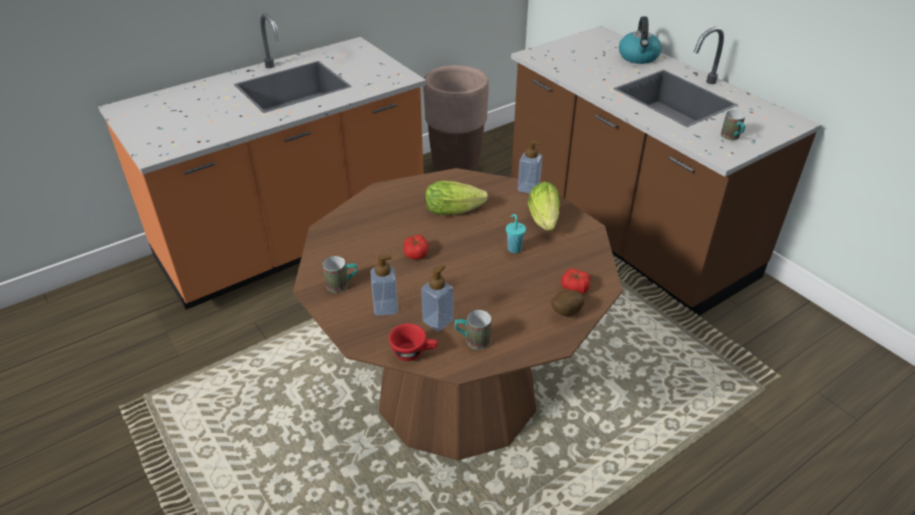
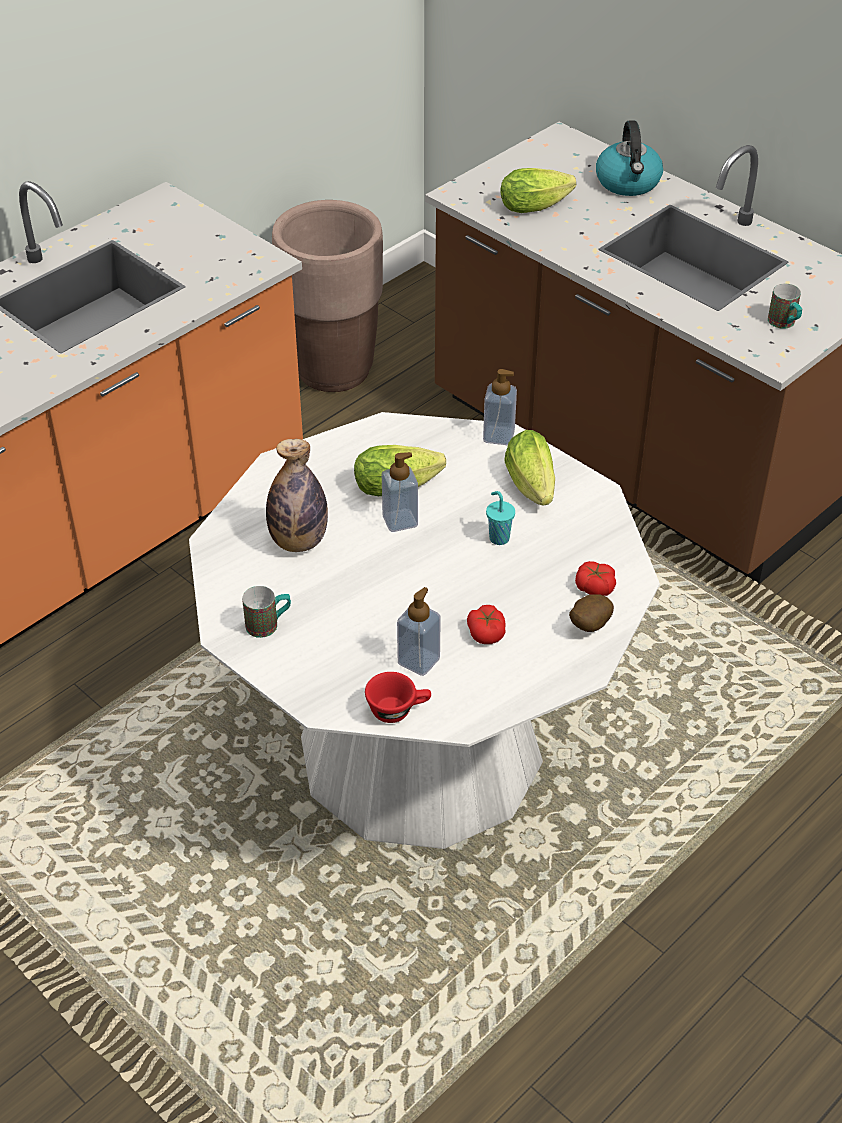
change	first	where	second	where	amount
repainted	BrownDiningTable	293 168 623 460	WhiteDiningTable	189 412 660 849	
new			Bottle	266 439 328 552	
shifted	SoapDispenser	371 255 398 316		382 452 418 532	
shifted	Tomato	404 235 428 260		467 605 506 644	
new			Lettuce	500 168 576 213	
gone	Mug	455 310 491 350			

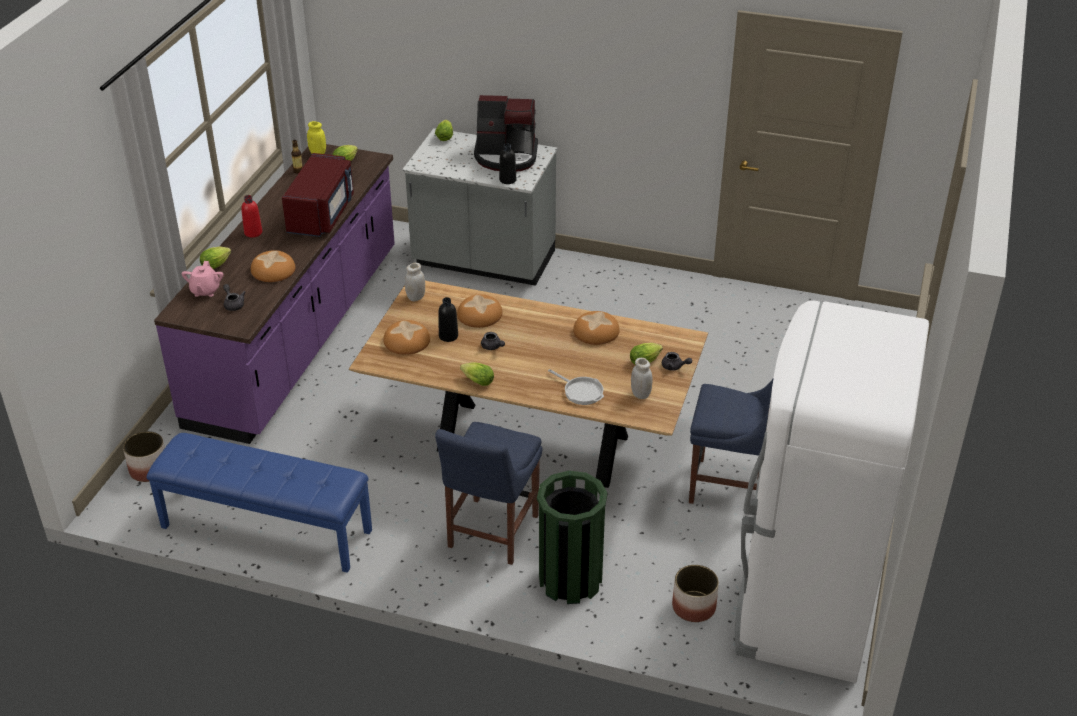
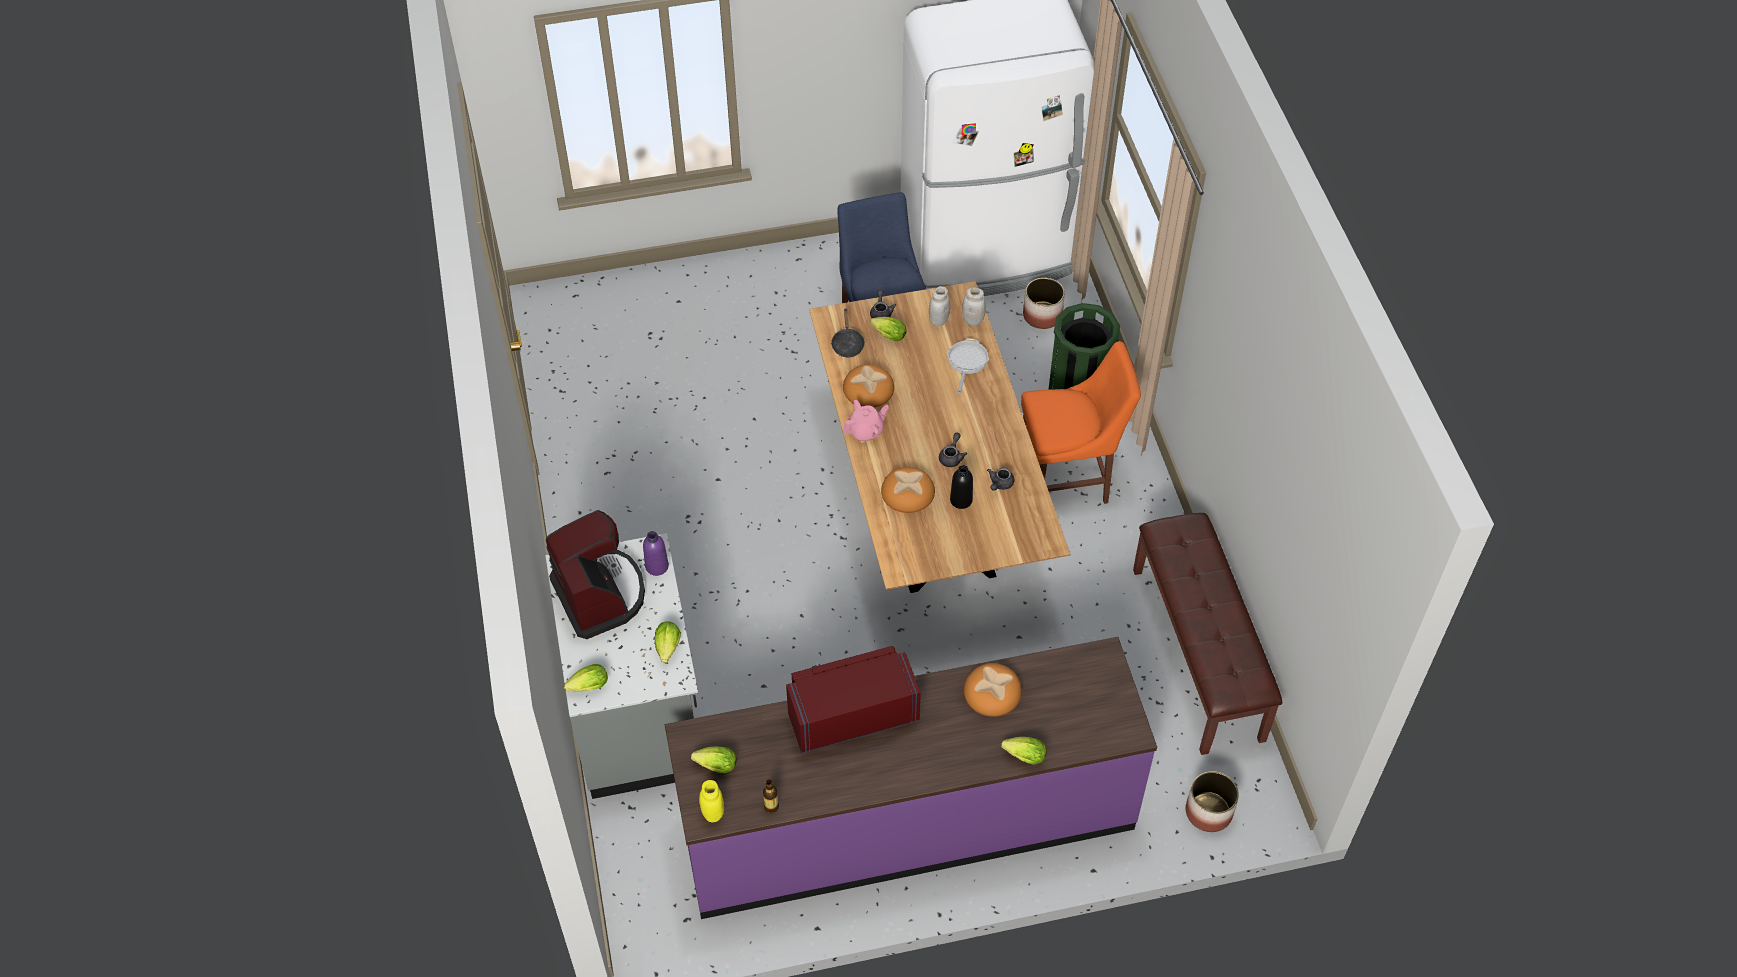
change	first	where	second	where	amount
repainted	BlackBottle	499 144 516 184	PurpleBottle	643 531 669 576	
shifted	Lettuce	460 363 494 386		655 621 681 663	
new			BlackFryingPan	831 309 865 357	
shifted	PinkTeapot	182 261 223 297		843 400 889 443	
shifted	WhiteJar	405 263 425 302		962 287 986 326	
shifted	GreyTeapot	223 284 245 311		987 468 1014 491	
repainted	BlueChair	435 422 543 565	OrangeChair	1021 341 1141 504	
repainted	BlueBench	146 433 372 573	BrownBench	1133 513 1282 755	
gone	RedBottle	241 195 262 237			
gone	Bread	383 320 430 355			

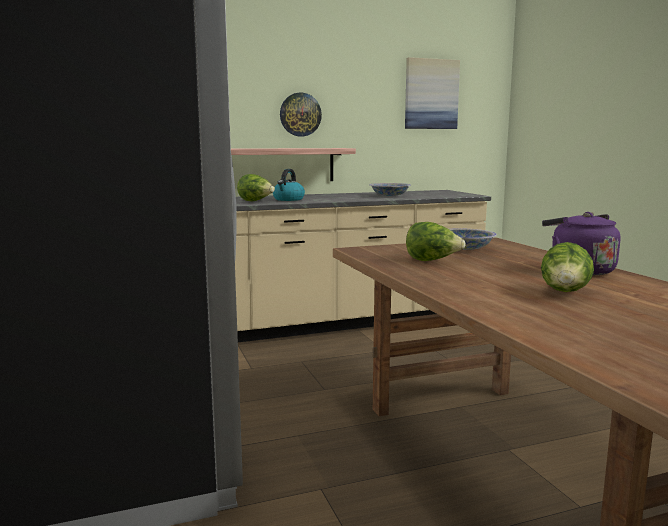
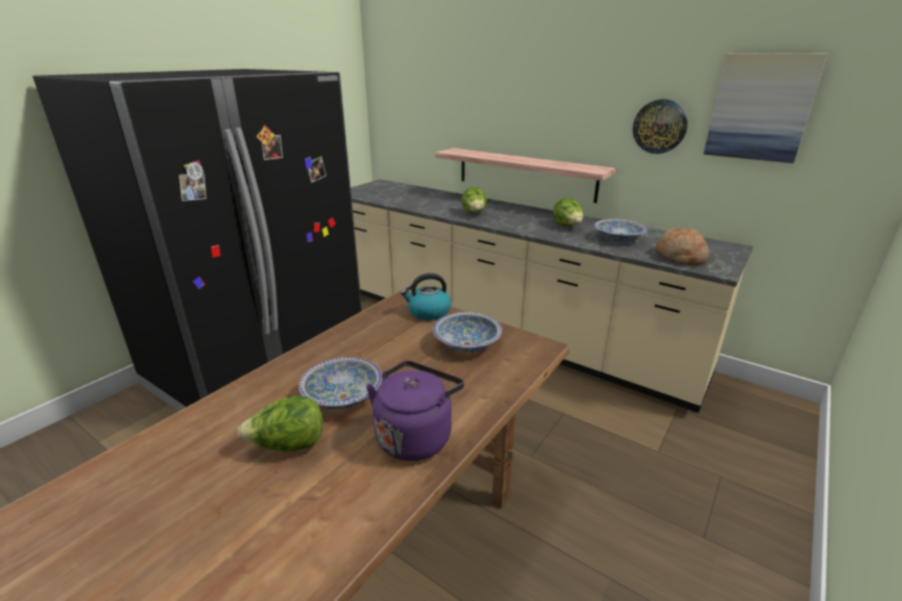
change	first	where	second	where	amount
new			Bowl	299 357 382 409	
shifted	Kettle	273 169 305 201		400 273 451 320	
shifted	Lettuce	406 222 466 261		553 198 583 226	
shifted	WallClock	280 93 322 136		633 99 688 154	
new			Bread	656 228 709 265	

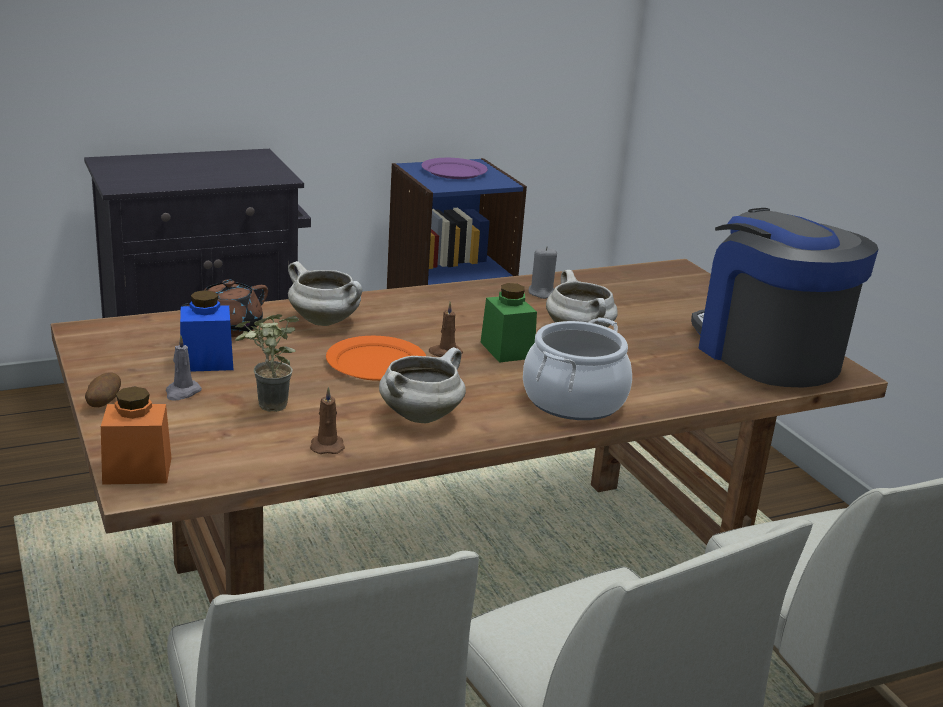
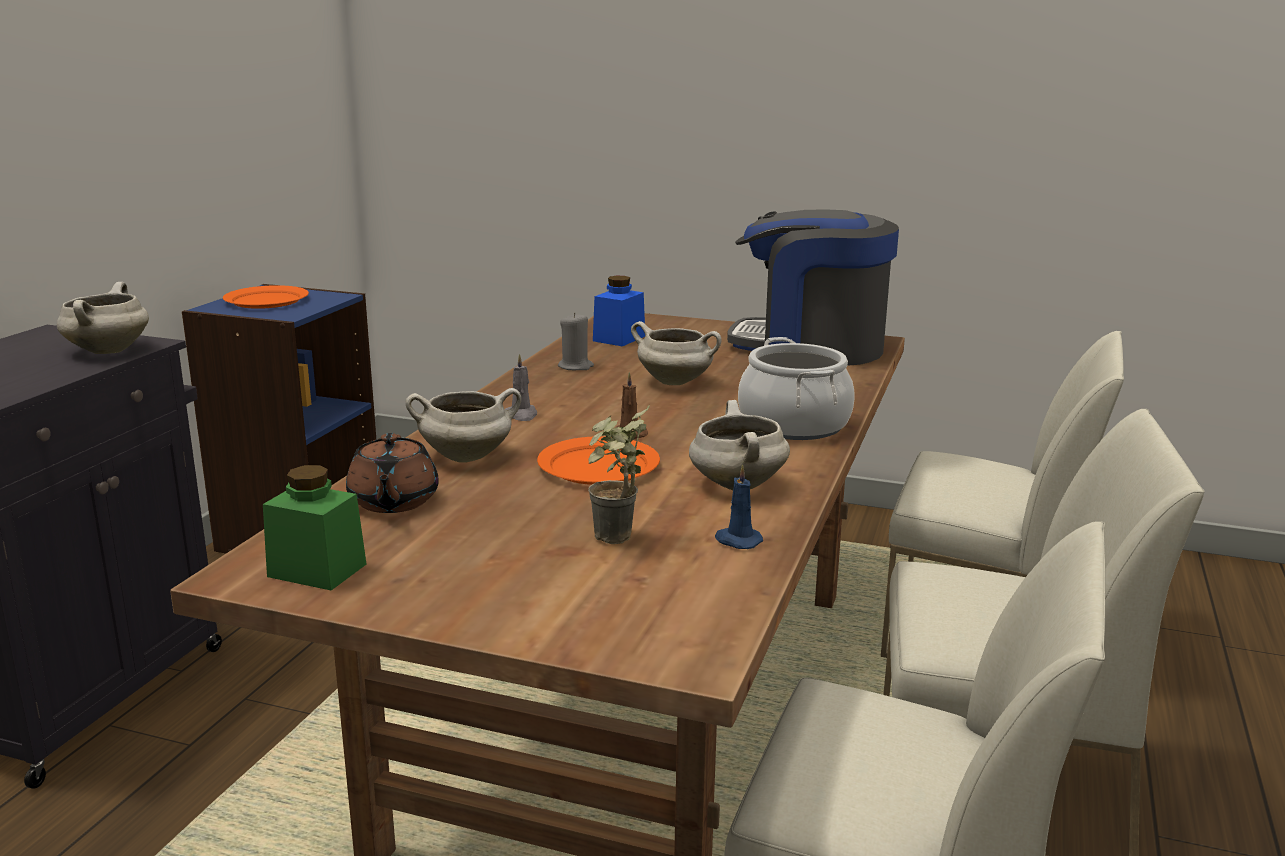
change	first	where	second	where	amount
new			WhiteCookingPot	57 282 149 354	
repainted	PurplePlate	421 158 488 179	OrangePlate	223 285 309 309	
shifted	GreenJar	480 283 537 363		263 465 366 590	
shifted	GreyCandle	166 335 202 401		504 354 537 421	
shifted	BlueJar	180 290 233 372		593 276 645 346	
repainted	BrownCandle	310 386 345 454	BlueCandle	715 464 763 549	
gone	Potato	85 372 121 407			
gone	OrangeJar	101 386 171 485			

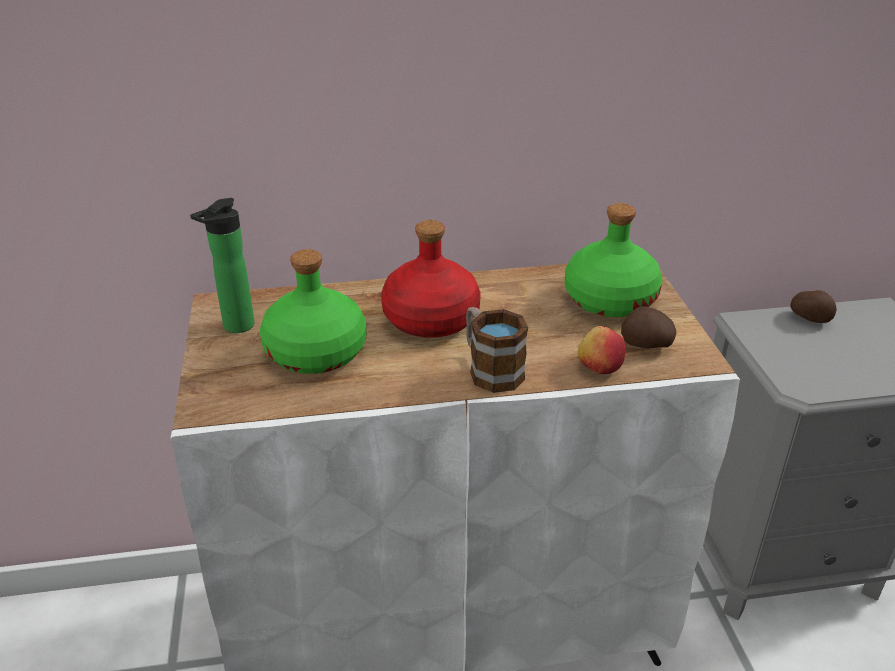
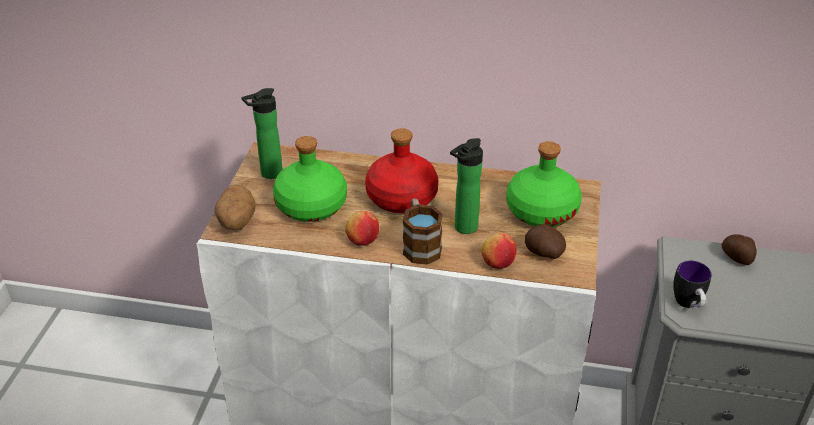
change	first	where	second	where	amount
new			Potato	215 184 256 230	
new			Apple	345 210 379 246	
new			Bottle	450 138 483 234	
new			Mug	673 261 712 308	

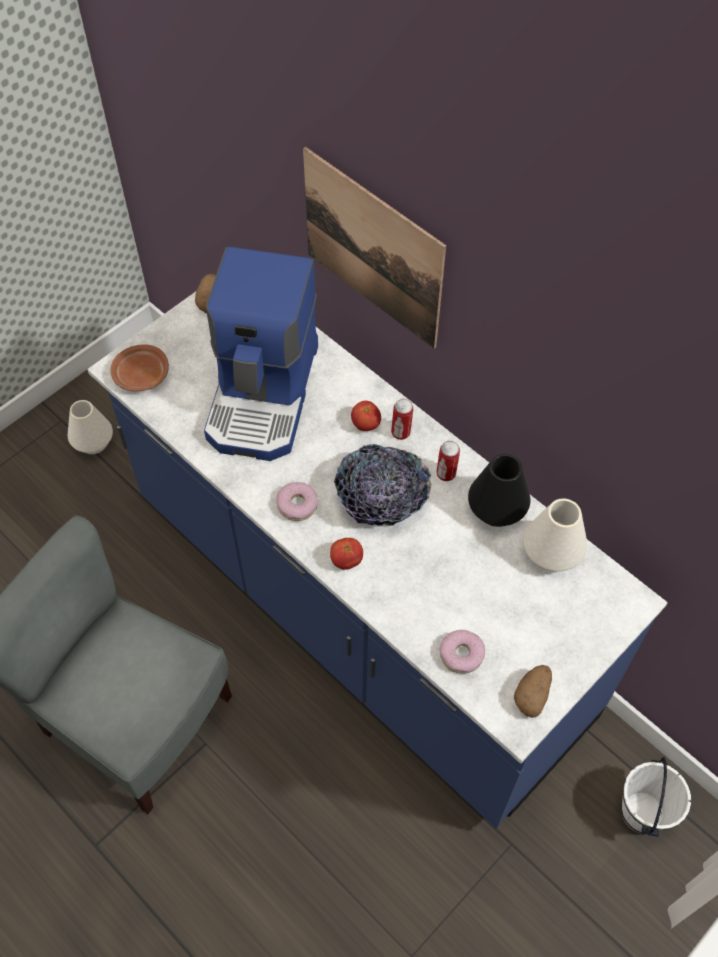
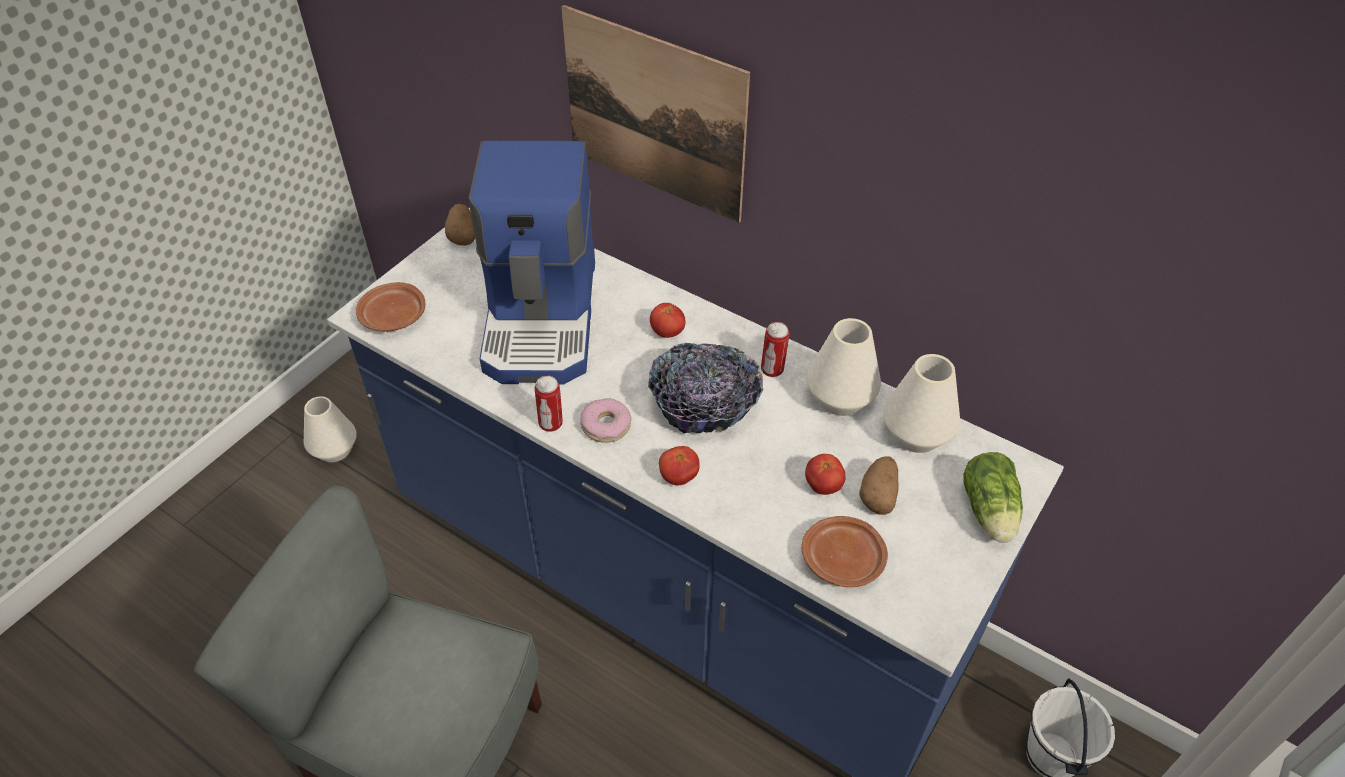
change	first	where	second	where	amount
shifted	Can	391 399 413 440		534 376 563 432	
swapped	Donut	439 630 485 673	BrownPlate	802 516 888 587	
new			Tomato	805 454 845 495	
repainted	BlackVase	468 454 530 527	WhiteVase	807 318 881 416	
shifted	Potato	514 665 552 718		859 456 898 515	
new			Lettuce	963 452 1023 543	

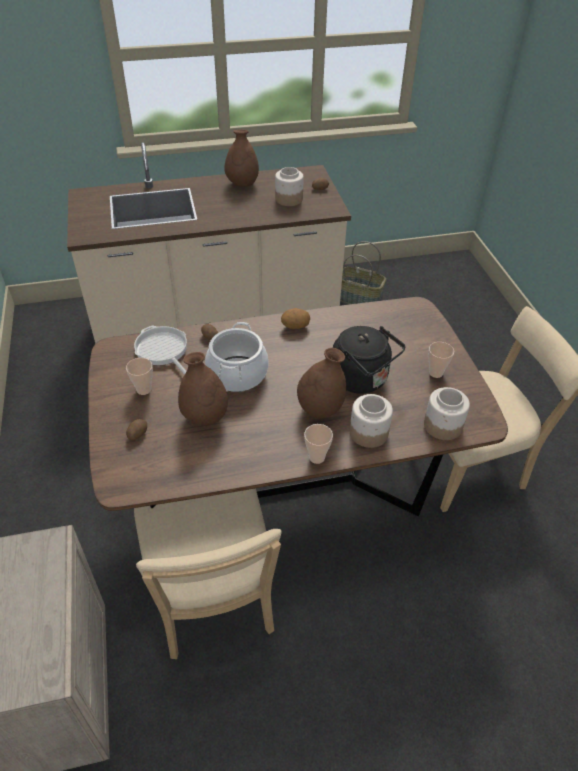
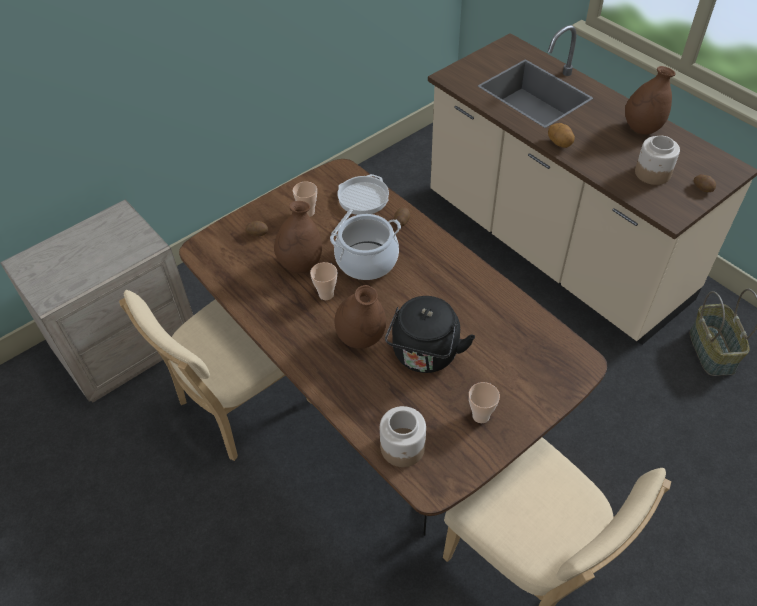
change	first	where	second	where	amount
shifted	Cup	304 424 333 464		310 262 337 300	
shifted	Potato	281 308 310 329		548 123 575 148	
gone	Jar	350 394 393 448			

